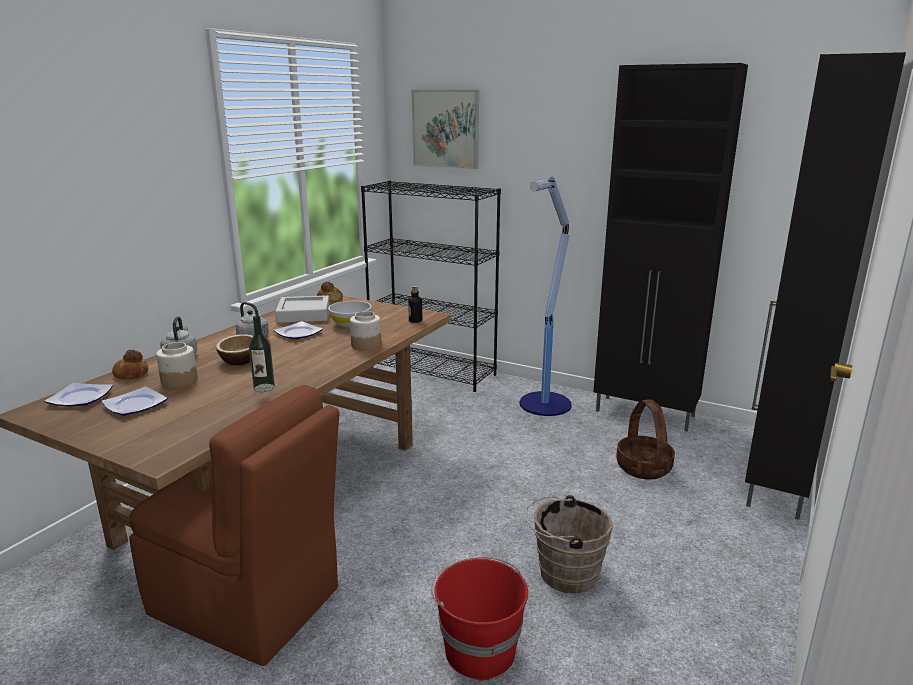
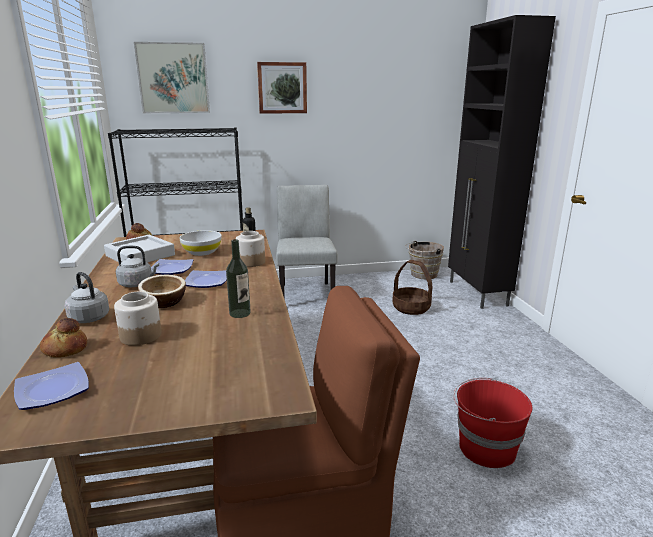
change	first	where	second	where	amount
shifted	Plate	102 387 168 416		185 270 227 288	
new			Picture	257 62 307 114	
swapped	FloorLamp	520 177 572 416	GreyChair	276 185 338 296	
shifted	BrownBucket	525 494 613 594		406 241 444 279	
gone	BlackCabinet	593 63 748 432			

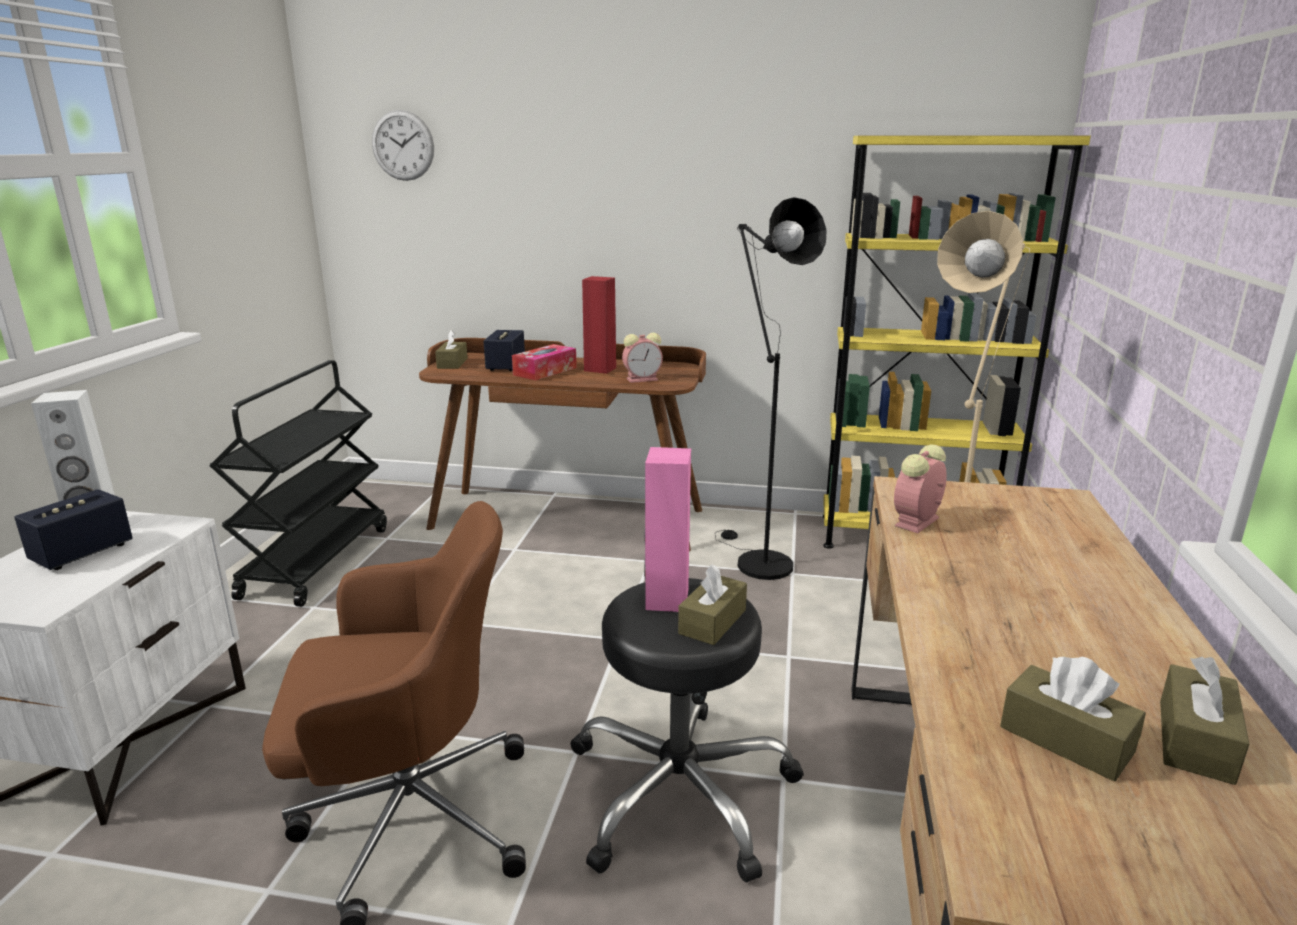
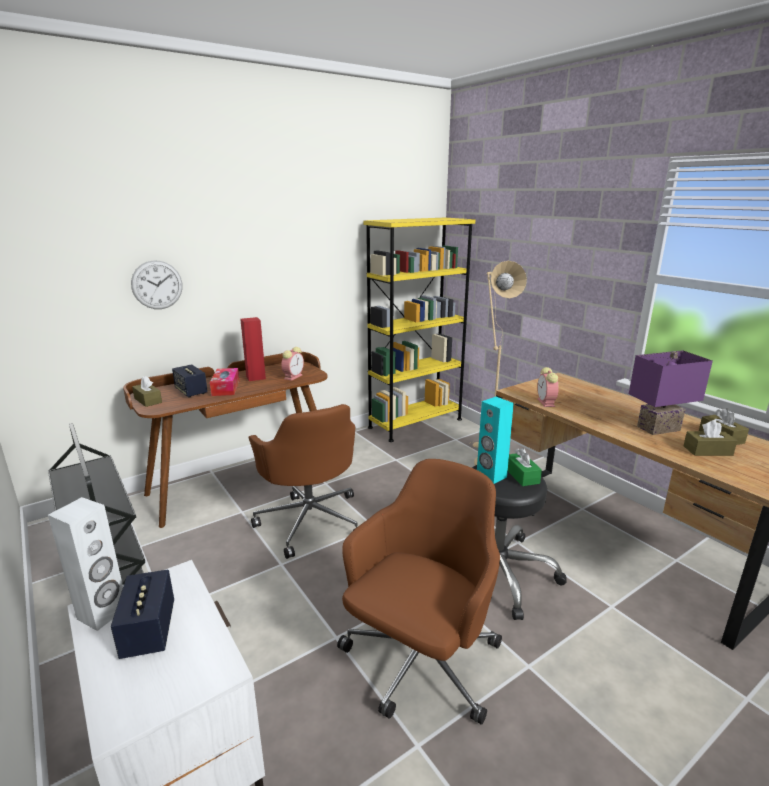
change	first	where	second	where	amount
shifted	WallClock	372 110 434 181		131 260 182 309	
new			BrownOfficeChair	248 404 358 559	
repainted	PinkSpeaker	644 447 691 612	TurquoiseSpeaker	477 397 514 484	
repainted	BrownTissueBox	678 564 747 645	GreenTissueBox	508 448 542 486	
new			PurpleTableLamp	629 350 713 435	
gone	BlackFloorLamp	715 197 826 580			

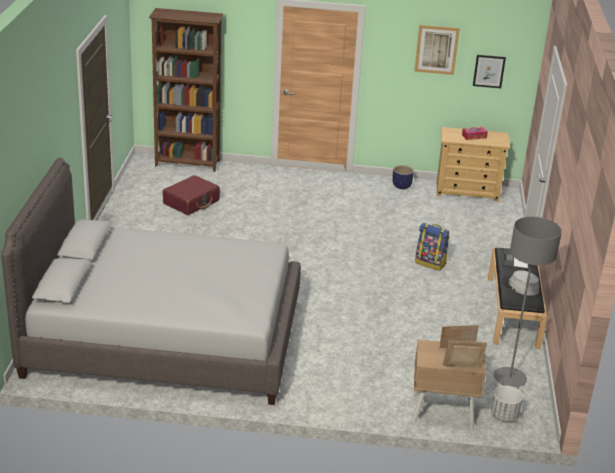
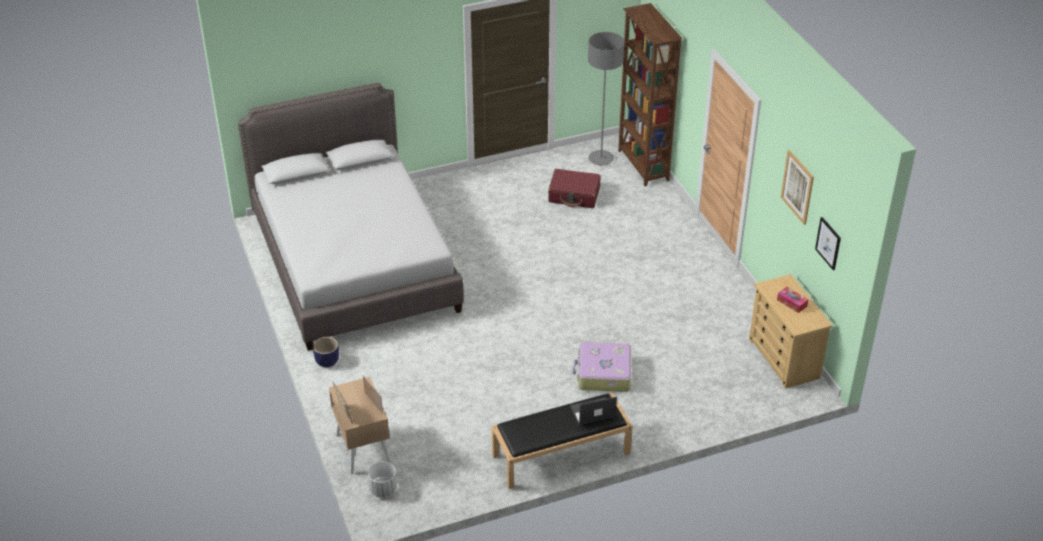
change	first	where	second	where	amount
shifted	Planter	392 165 414 189		313 337 339 367	
swapped	Backpack	415 223 450 271	Suitcase	573 342 631 392	
shifted	GreyFloorLamp	494 217 562 387		588 32 624 165	
gone	GreyHat	502 270 539 296			

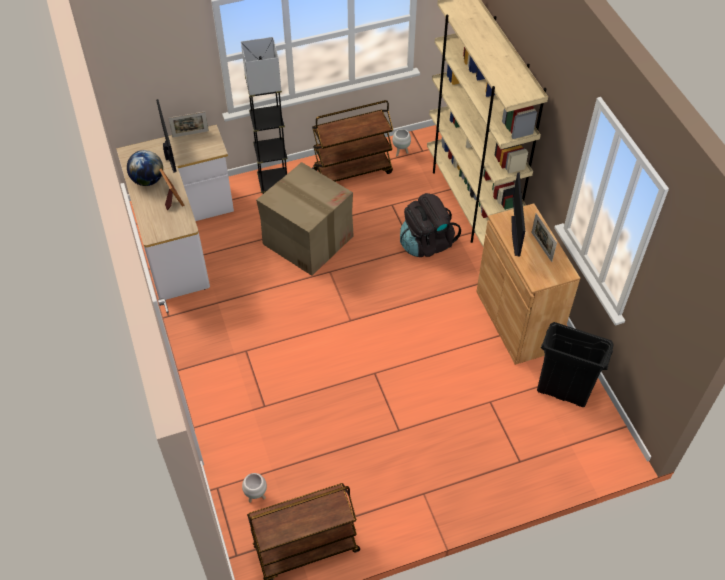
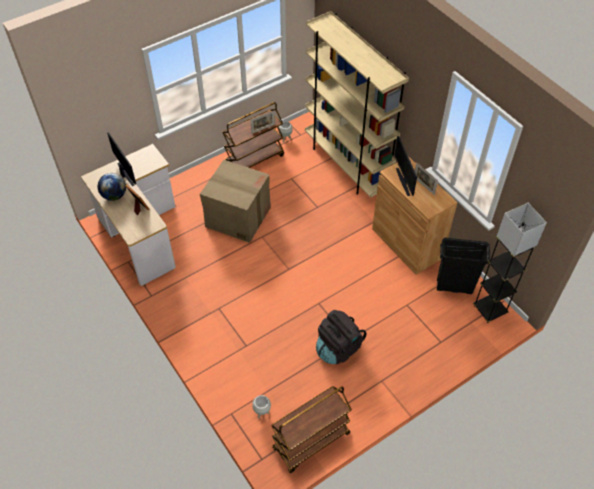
change	first	where	second	where	amount
shifted	PictureFrame	169 112 209 137		251 111 275 134	
shifted	BlackBackpack	400 193 461 257		316 310 366 364	
shifted	GreyFloorLamp	241 37 288 194		473 203 547 323	

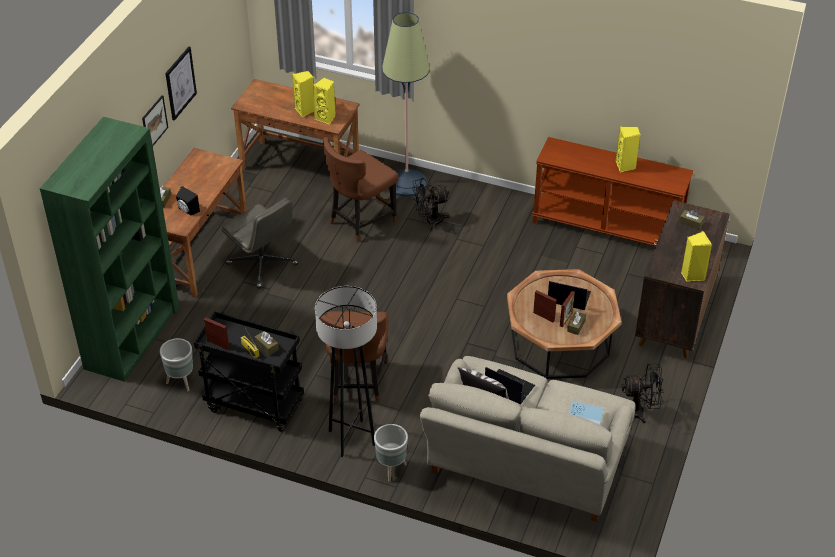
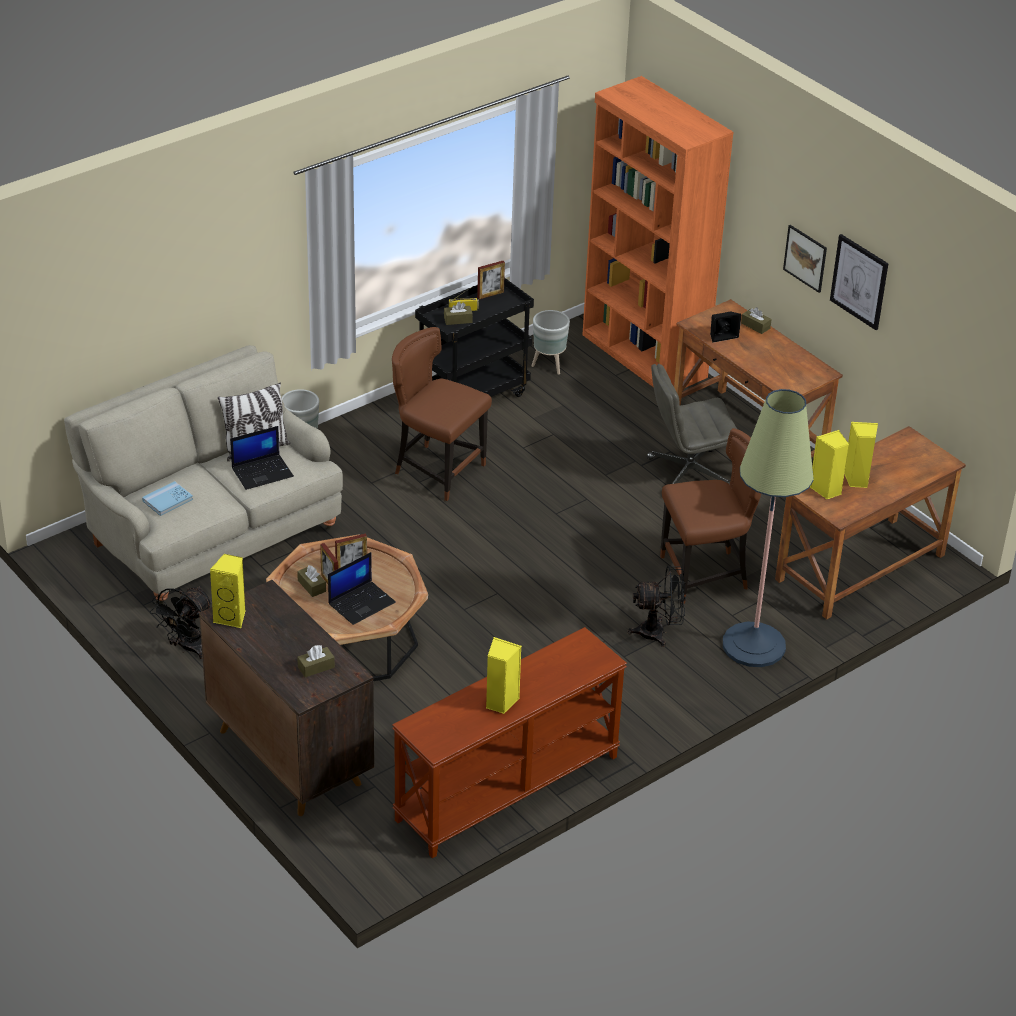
change	first	where	second	where	amount
repainted	GreenBookcase	40 117 179 382	OrangeBookcase	582 76 733 388	
rotated	BlackFan	412 178 450 230		628 566 686 647	75 degrees clockwise
rotated	BrownChair	323 137 399 242		660 428 761 604	90 degrees clockwise
gone	GreyFloorLamp	315 286 377 457			

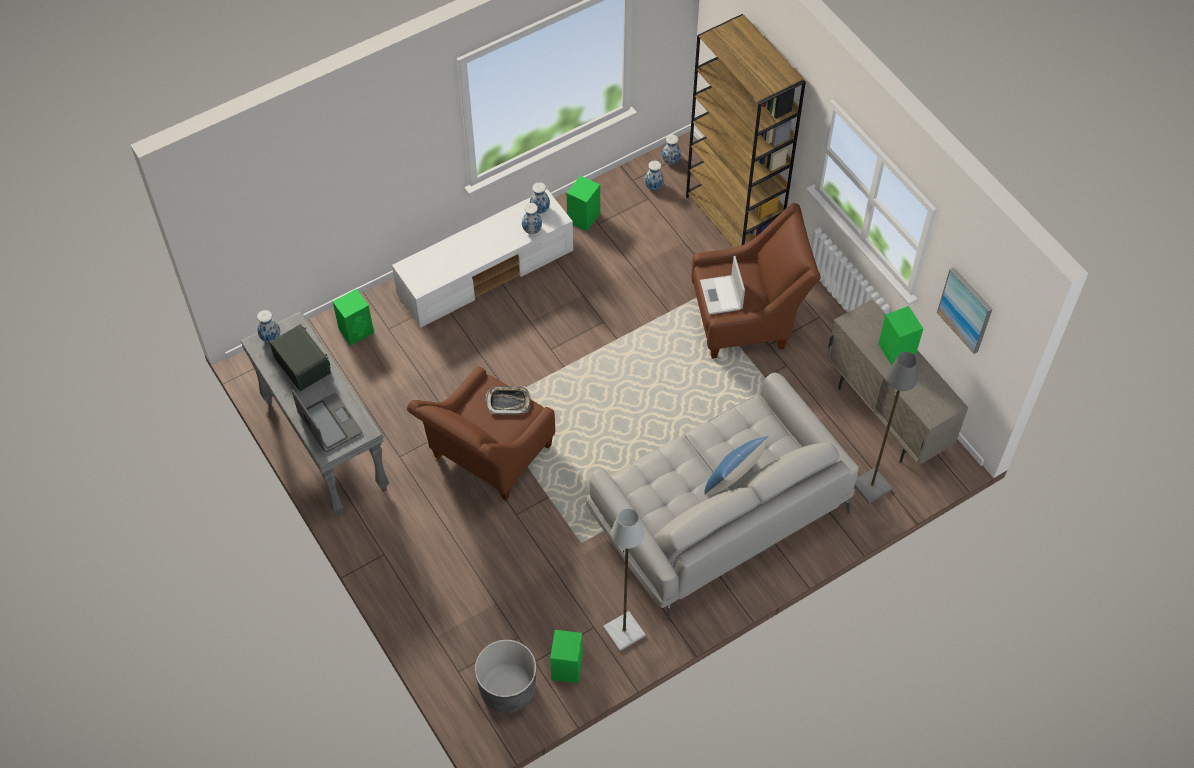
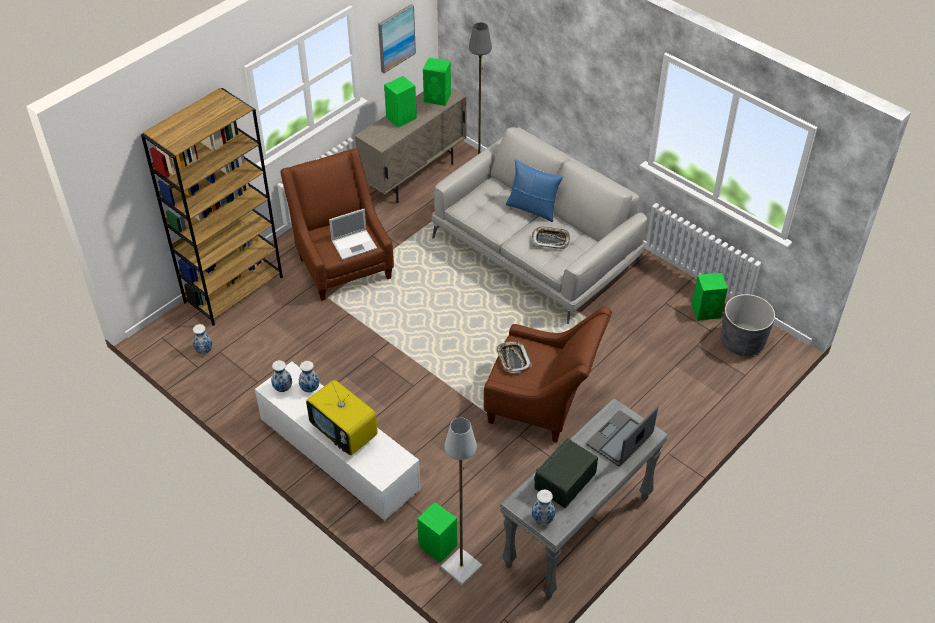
change	first	where	second	where	amount
new			Television	306 380 378 455	
shifted	GreenSpeaker	567 175 600 231		423 58 451 106	
shifted	GreyFloorLamp	603 508 646 651		441 417 482 586	
new			Tray	532 227 570 249	
gone	Vase	662 134 681 164			

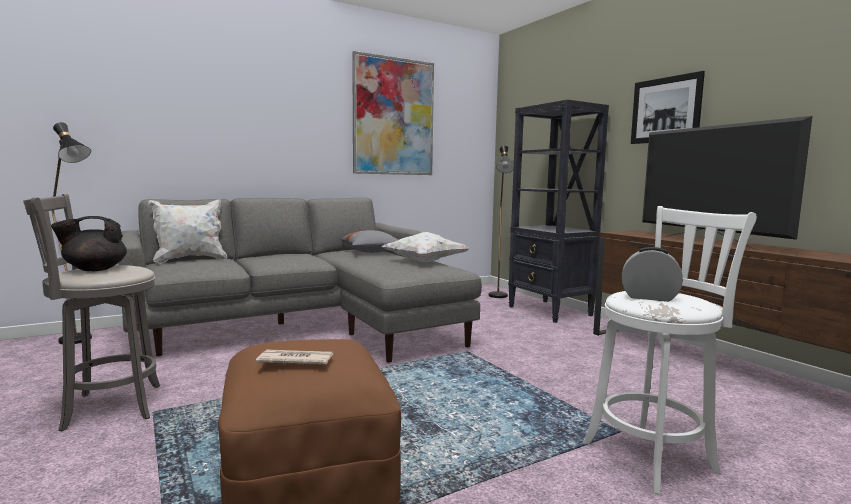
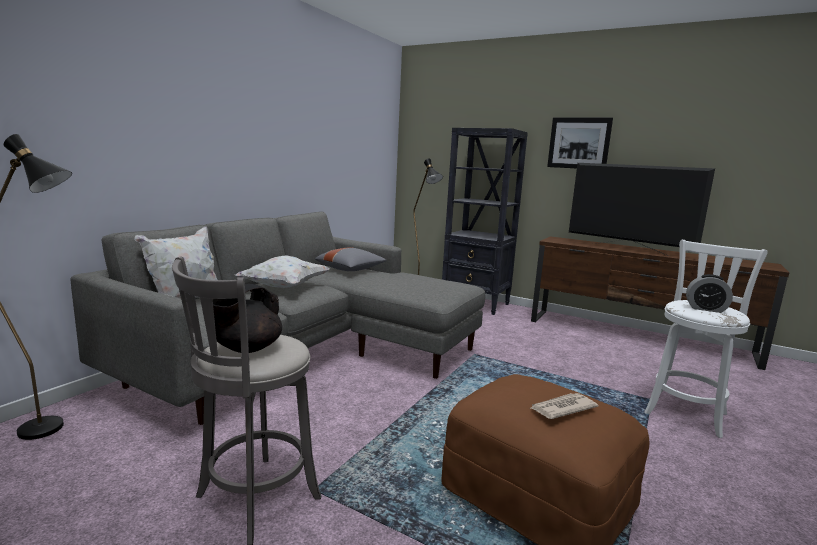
change	first	where	second	where	amount
shifted	WhitePillow	381 232 469 262		235 255 330 288	
rotated	AlarmClock	622 247 683 302		686 274 733 313	150 degrees counterclockwise
gone	Picture	352 51 434 175			

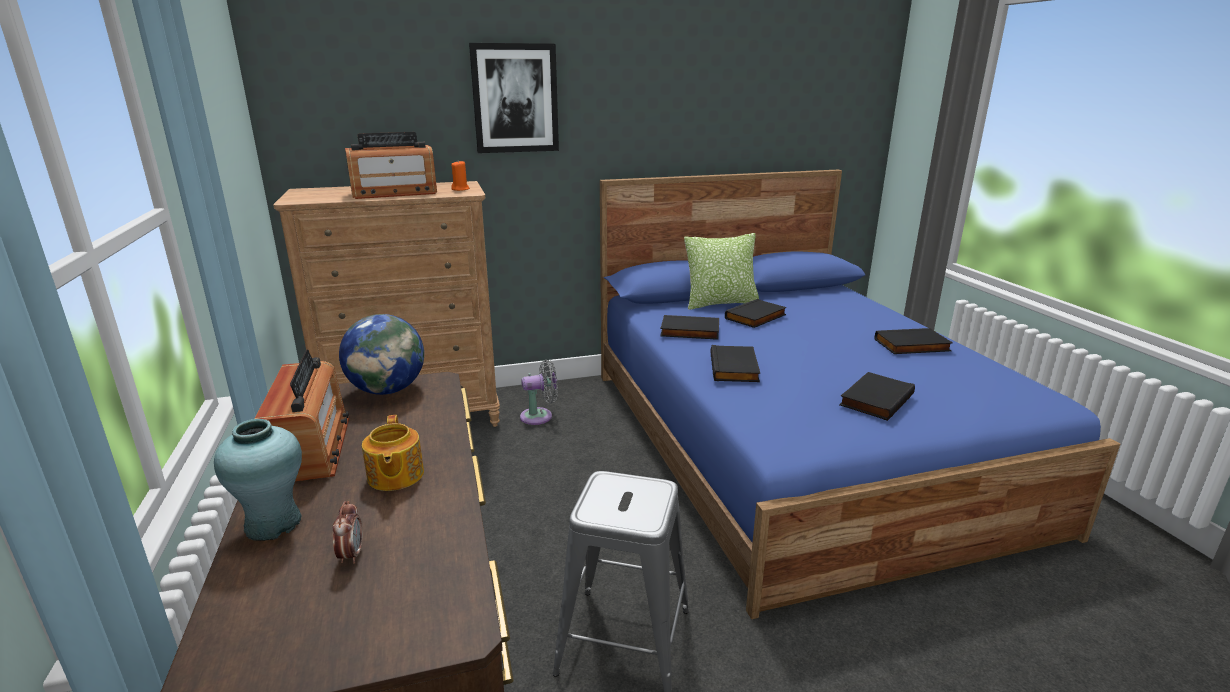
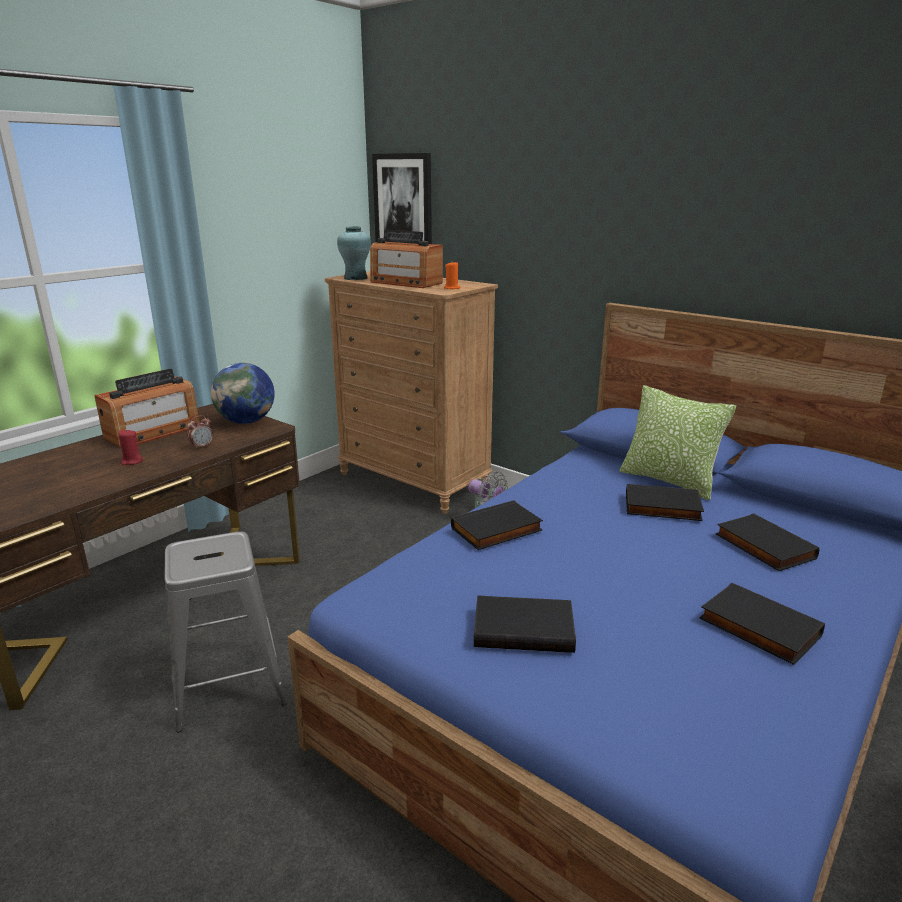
change	first	where	second	where	amount
swapped	Teapot	362 415 424 491	RedCandle	119 430 143 465	
shifted	AlarmClock	332 501 363 564		187 416 213 449	
shifted	TurquoiseVase	214 419 302 541		337 226 371 280	
shifted	Picture	469 43 559 153		372 153 432 244	
shifted	BlackBook	660 315 719 340		716 513 819 571	

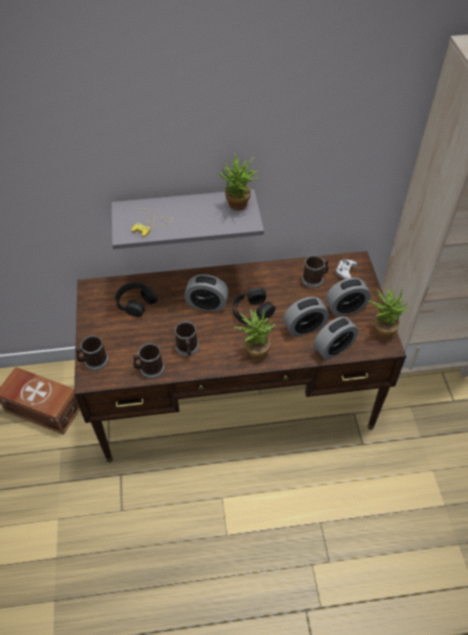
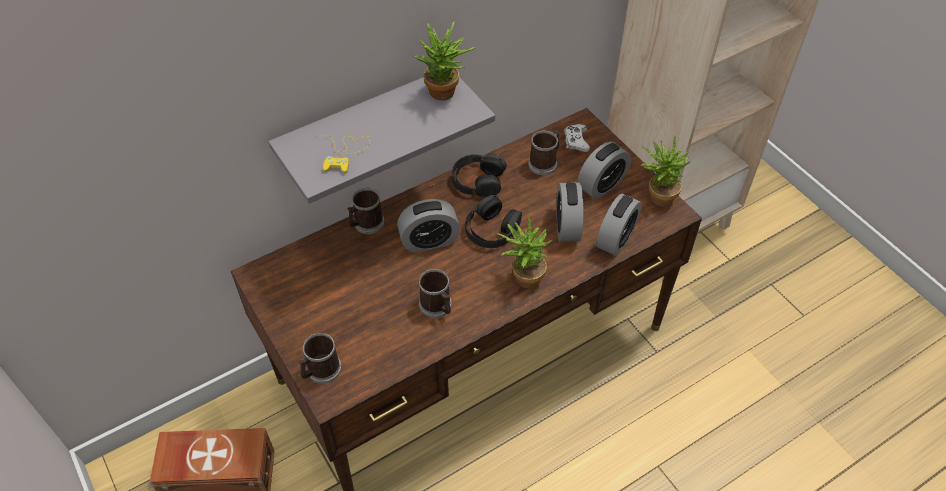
change	first	where	second	where	amount
shifted	Mug	132 343 164 379		347 188 385 234	
shifted	BlackHeadphones	115 282 158 317		452 153 507 197	
rotated	AlarmClock	283 297 329 337		556 183 583 242	135 degrees clockwise

